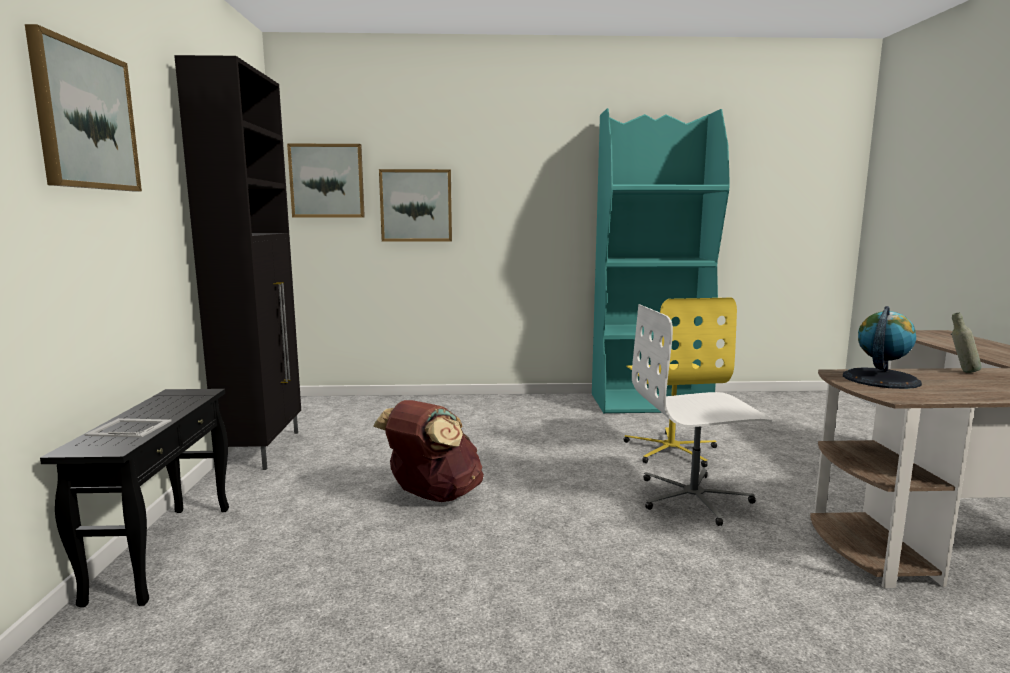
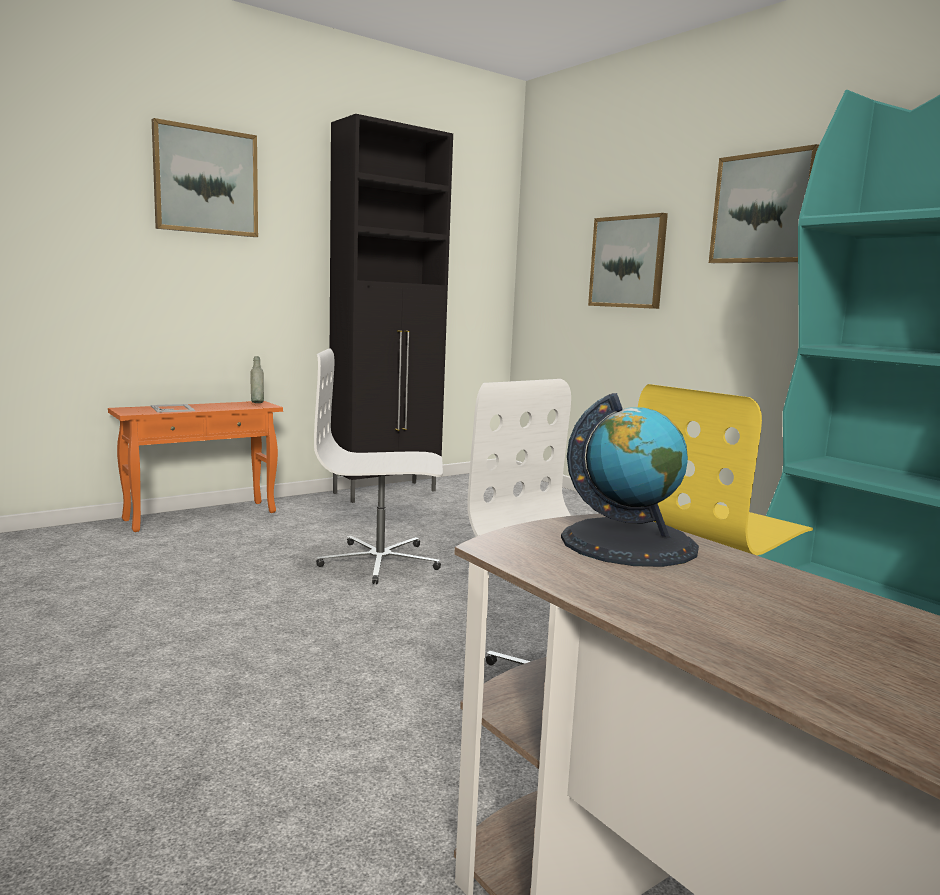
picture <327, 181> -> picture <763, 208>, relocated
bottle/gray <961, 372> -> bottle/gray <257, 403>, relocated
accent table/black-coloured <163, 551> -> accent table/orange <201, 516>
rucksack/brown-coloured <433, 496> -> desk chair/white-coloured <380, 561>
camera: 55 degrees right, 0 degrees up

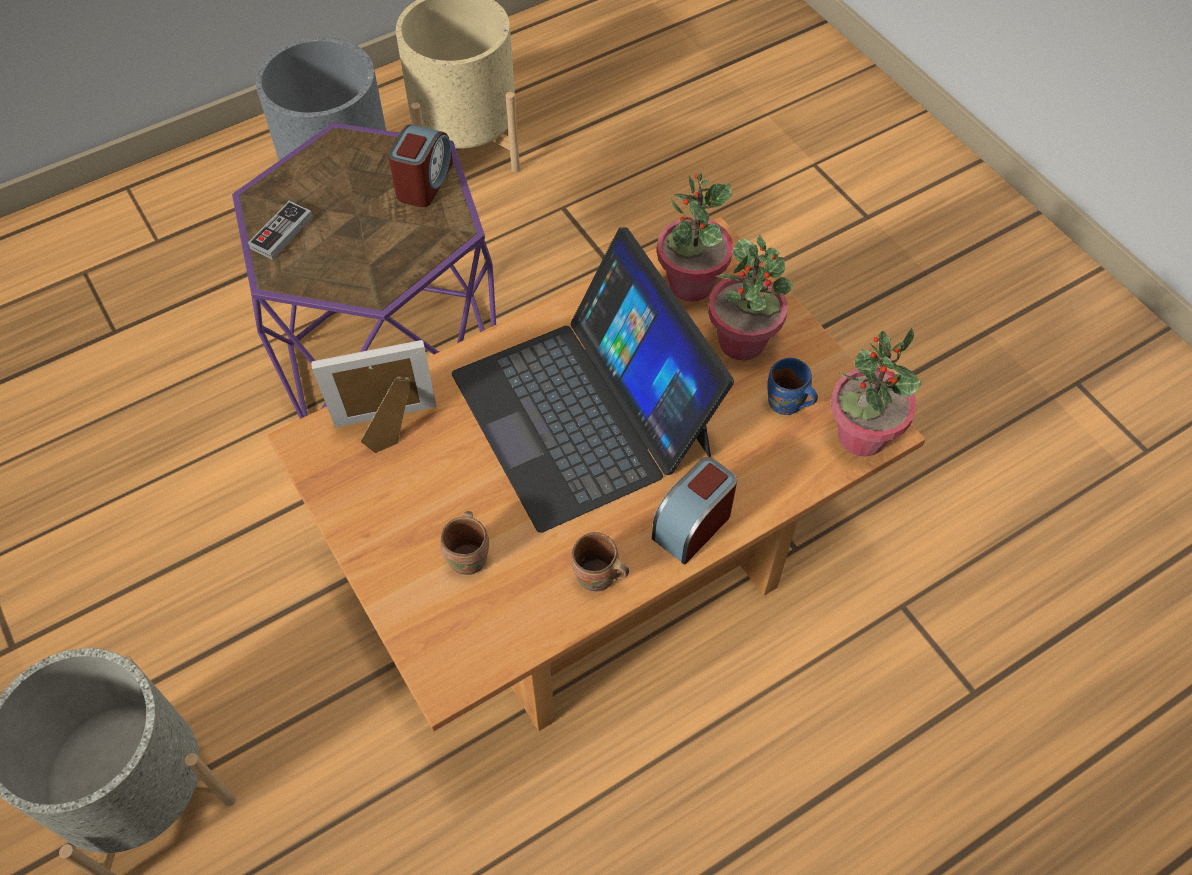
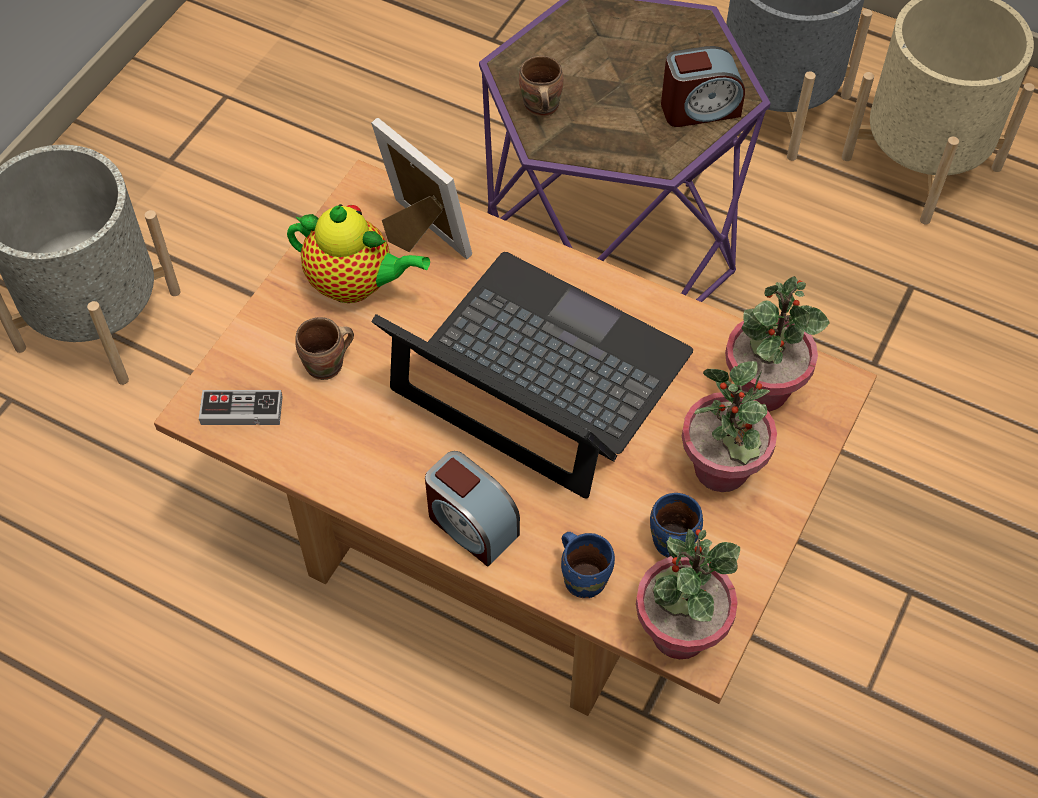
joypad <282, 233> -> joypad <241, 410>, relocated
portable computer <583, 412> -> portable computer <539, 374>, 90 degrees clockwise
bedside clock <692, 525> -> bedside clock <471, 525>, 150 degrees counterclockwise
coffee mug/brown-coloured <597, 579> -> coffee mug/brown-coloured <539, 107>, relocated
none -> teapot <356, 285>
none -> coffee mug/bluish <585, 577>
camera: 60 degrees right, 0 degrees up

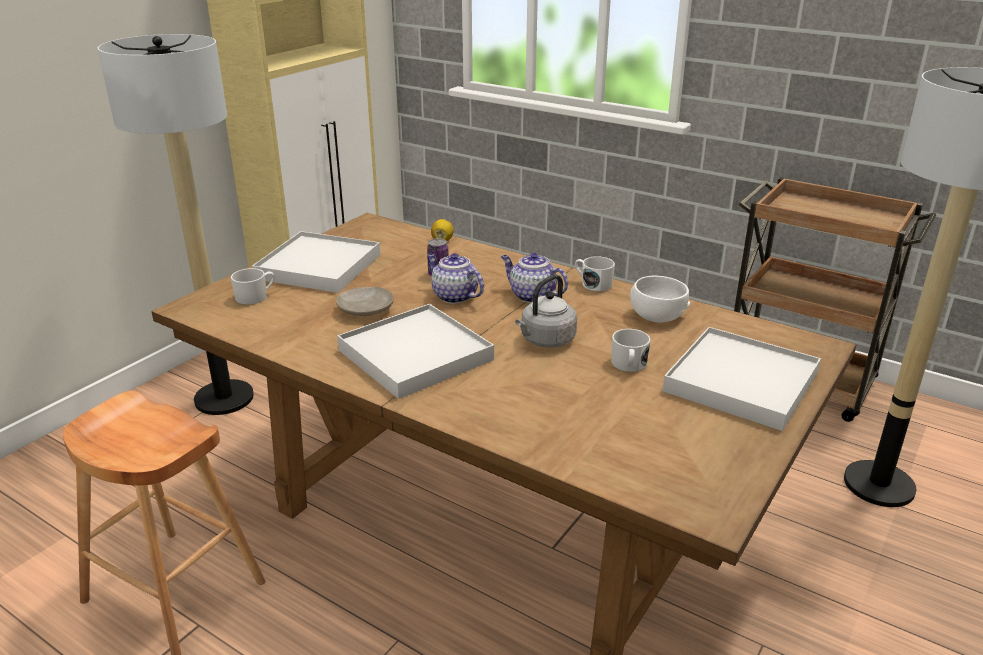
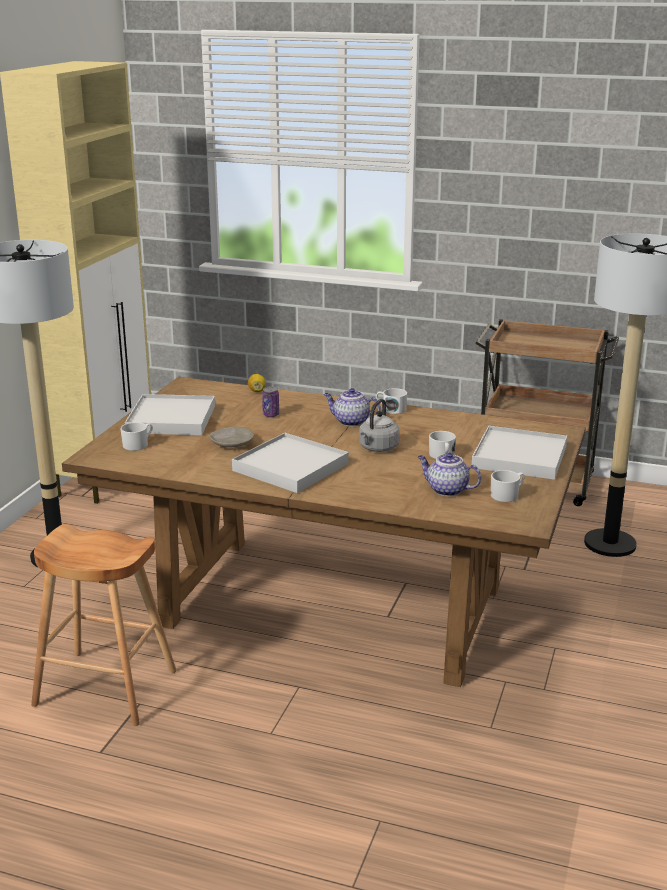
teapot <454, 296> -> teapot <446, 490>, relocated
serving bowl/white-coloured <657, 315> -> none
none -> coffee mug/white-coloured <507, 495>
camera: 15 degrees left, 5 degrees down

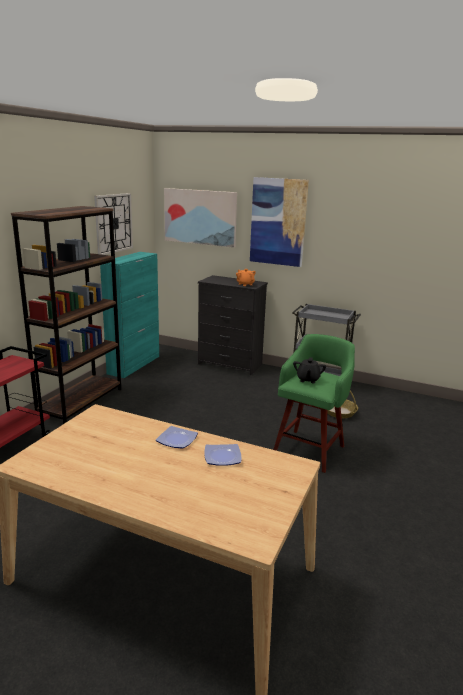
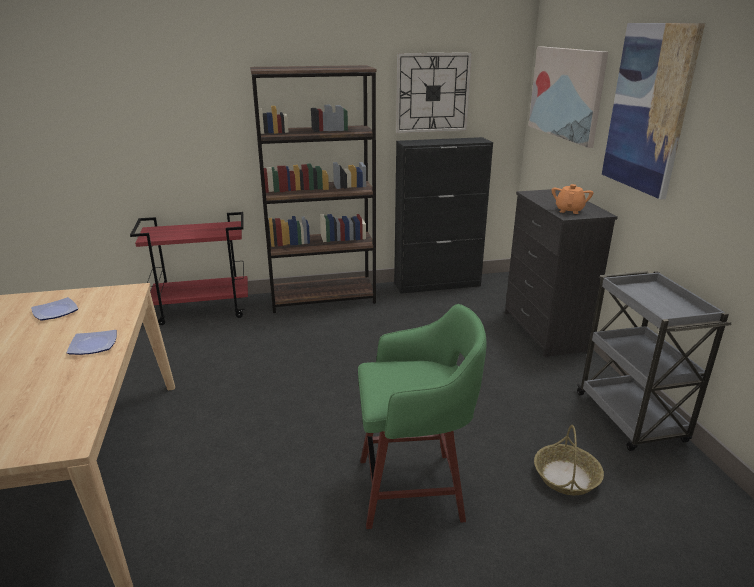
storage cabinet/turquoise-coloured <134, 364> -> storage cabinet/black-coloured <437, 284>
teapot/black-coloured <308, 379> -> none
flat dish <223, 456> -> flat dish <56, 312>, relocated
camera: 55 degrees right, 5 degrees up

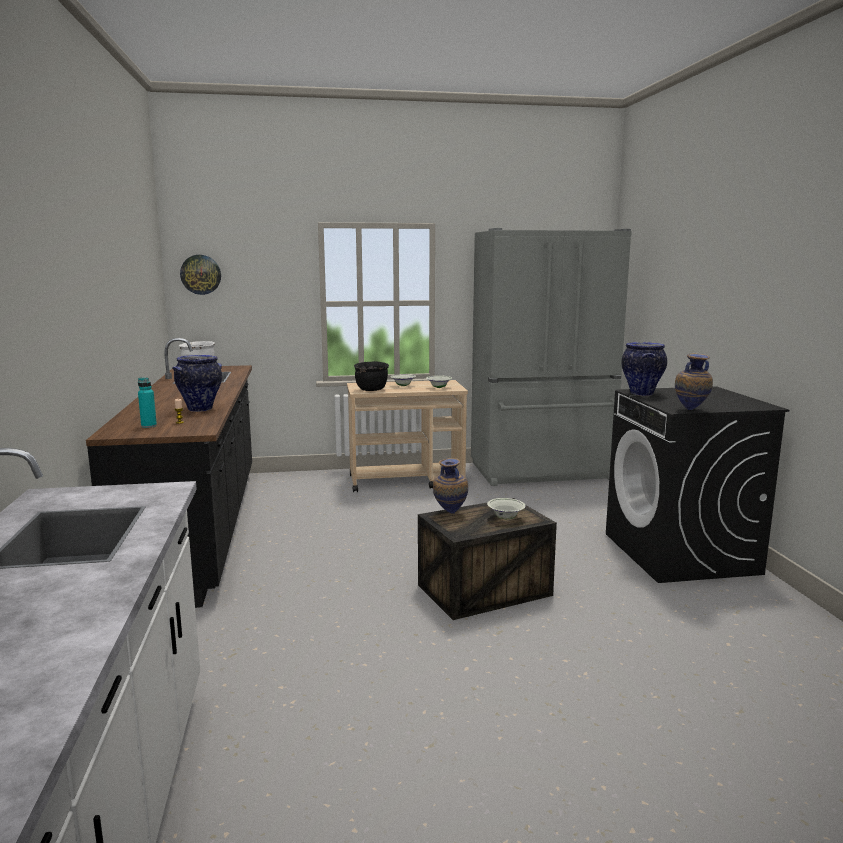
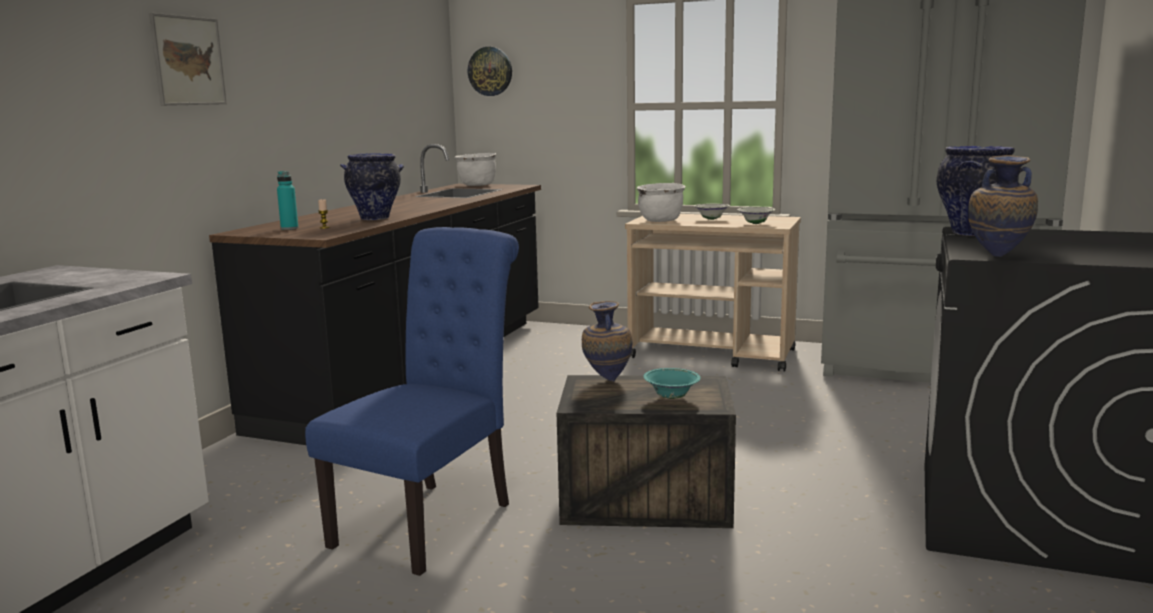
cooking pot/black-coloured <372, 390> -> cooking pot/white-coloured <661, 221>
serving bowl/white-coloured <505, 518> -> serving bowl/turquoise-coloured <671, 397>
none -> picture <188, 61>
none -> plain chair/bluish <431, 520>
camera: 30 degrees right, 0 degrees up

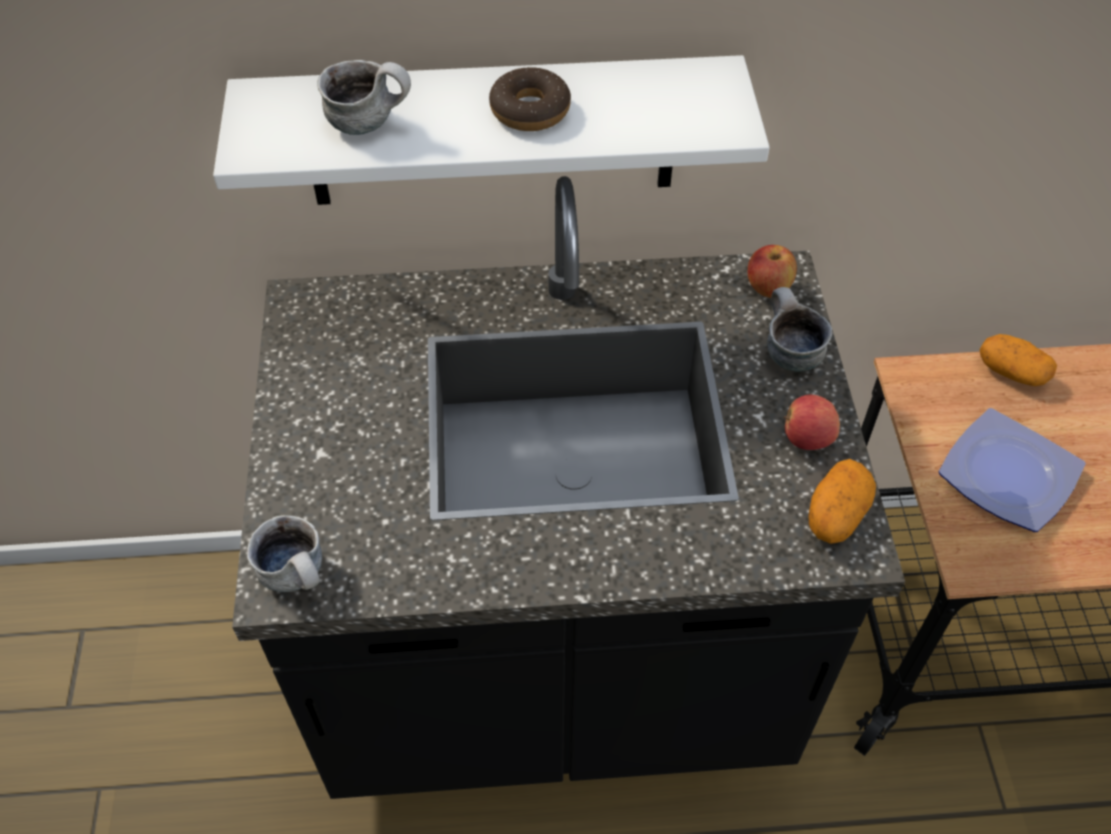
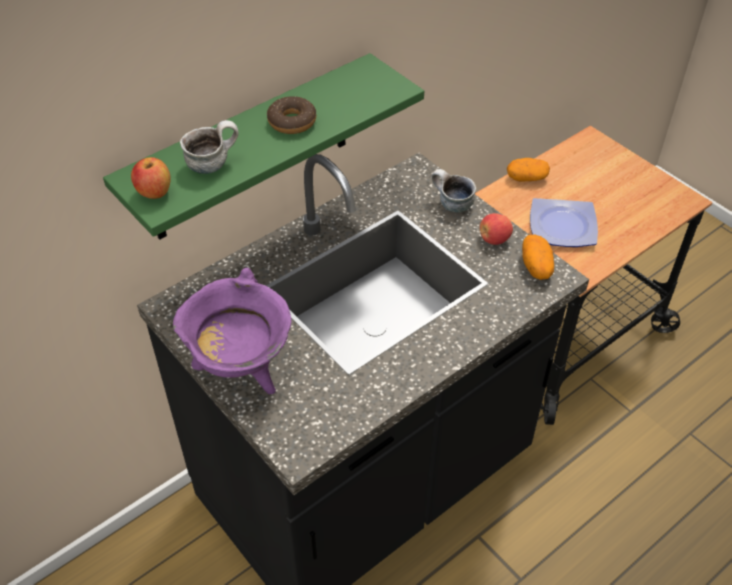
bracket shelf/white-coloured <491, 132> -> bracket shelf/green-coloured <251, 150>
apple fruit <768, 288> -> apple fruit <154, 193>, relocated
coffee mug <300, 577> -> none
none -> cooking pot/purple <242, 369>
camera: 35 degrees left, 5 degrees down

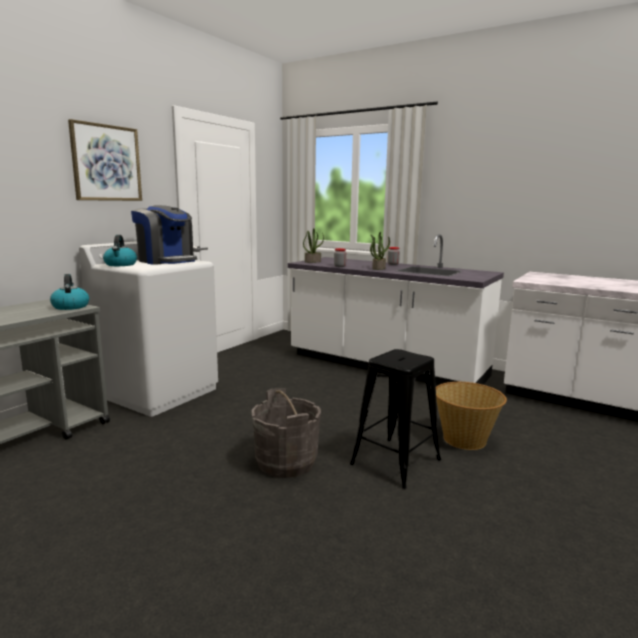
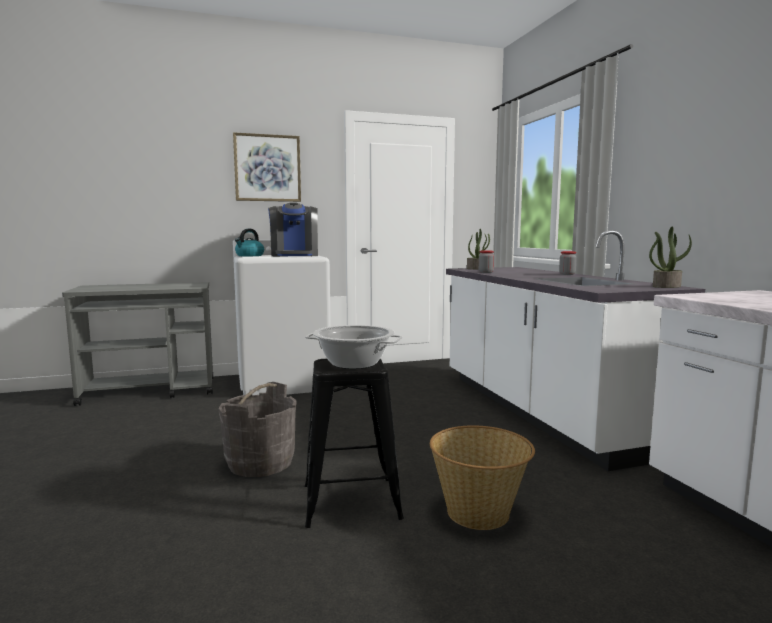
plant in a pot <378, 268> -> plant in a pot <666, 286>, relocated
tea kettle <70, 306> -> none
none -> cooking pot <354, 363>
camera: 40 degrees right, 5 degrees down

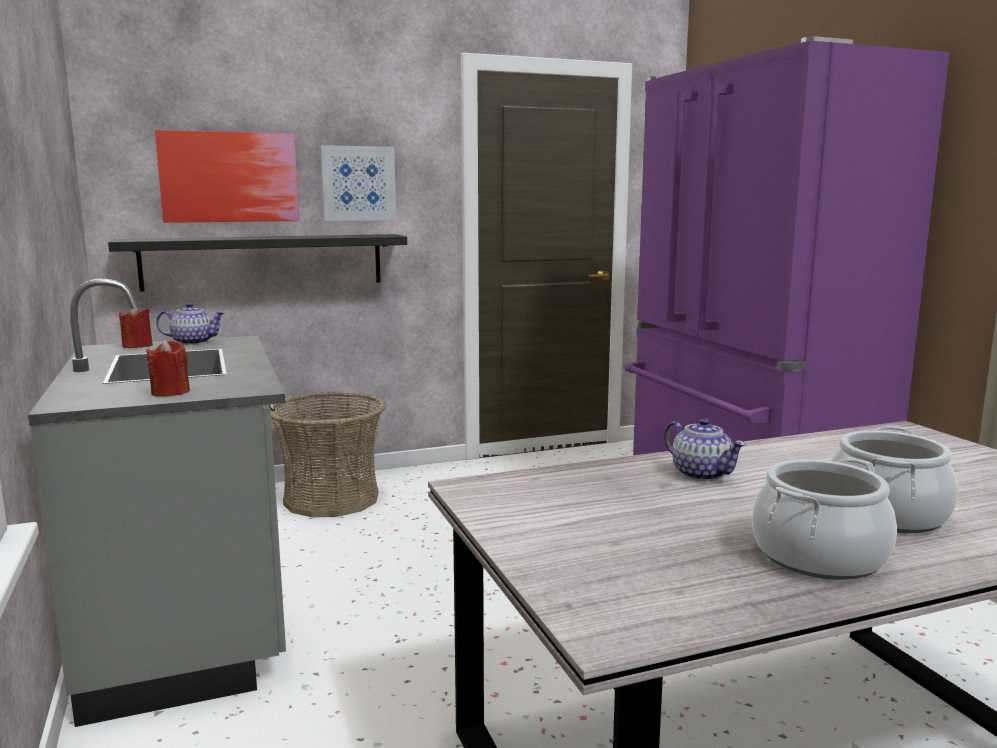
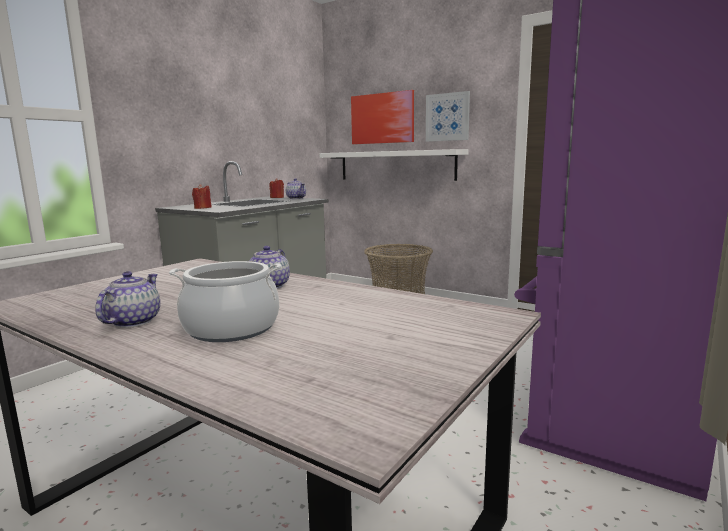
bracket shelf/black-coloured <264, 261> -> bracket shelf/white-coloured <396, 165>
cooking pot <819, 556> -> teapot <132, 322>
camera: 55 degrees right, 0 degrees up

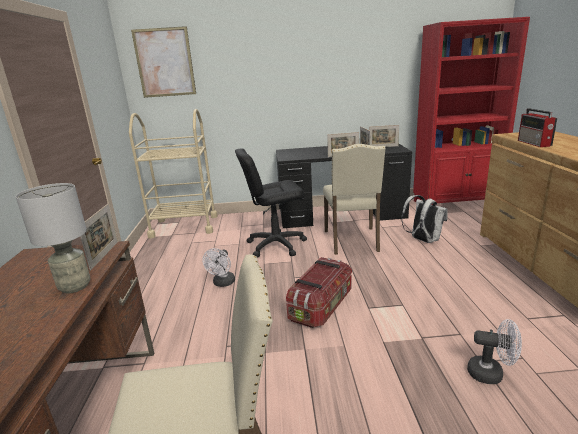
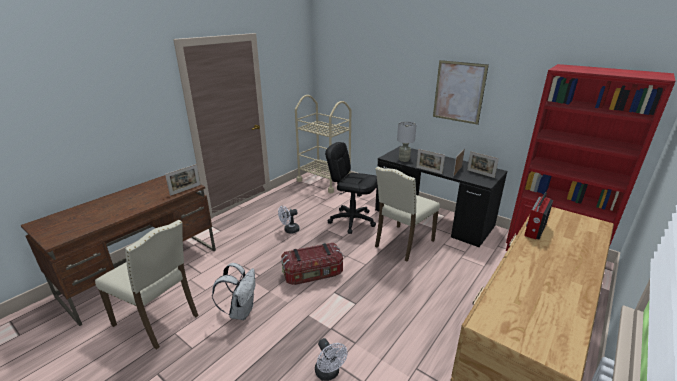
picture <164, 62> -> picture <459, 92>, relocated
lamp for a table/gray <75, 286> -> lamp for a table/gray <404, 160>, relocated
rucksack/white-coloured <423, 240> -> rucksack/white-coloured <241, 311>, relocated
camera: 40 degrees right, 5 degrees up

